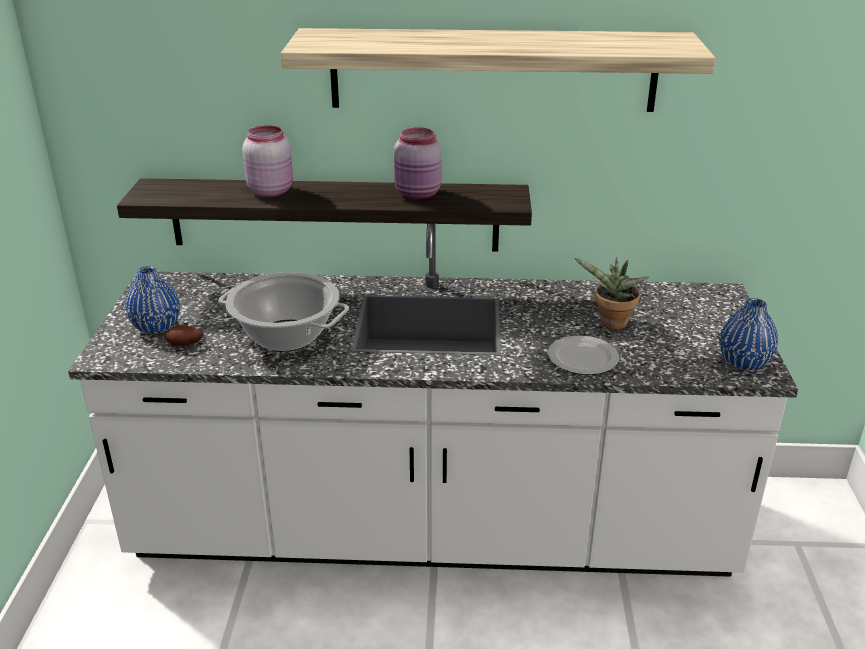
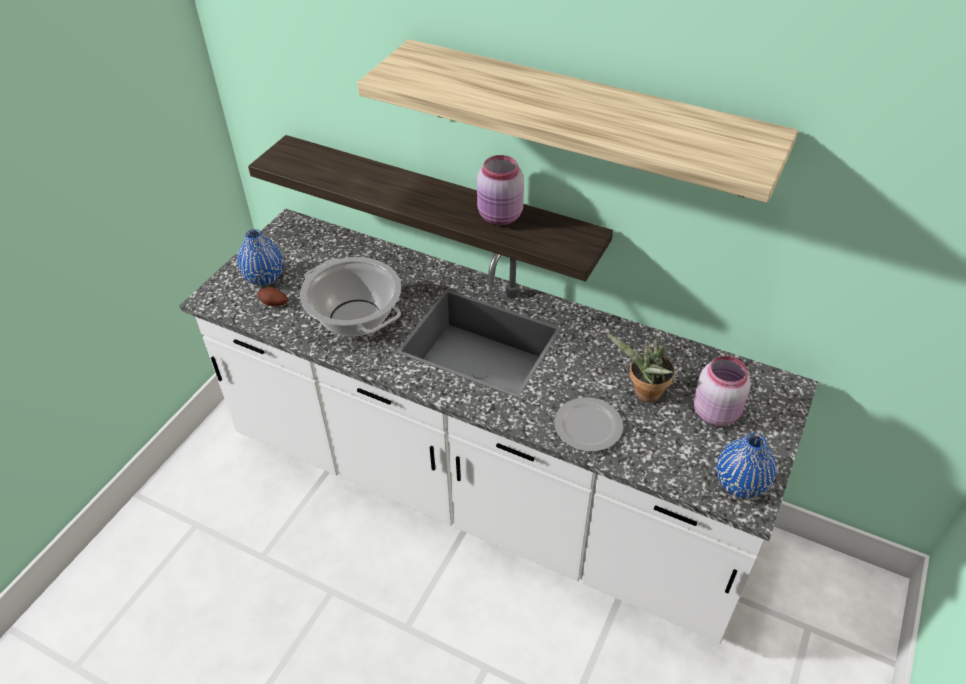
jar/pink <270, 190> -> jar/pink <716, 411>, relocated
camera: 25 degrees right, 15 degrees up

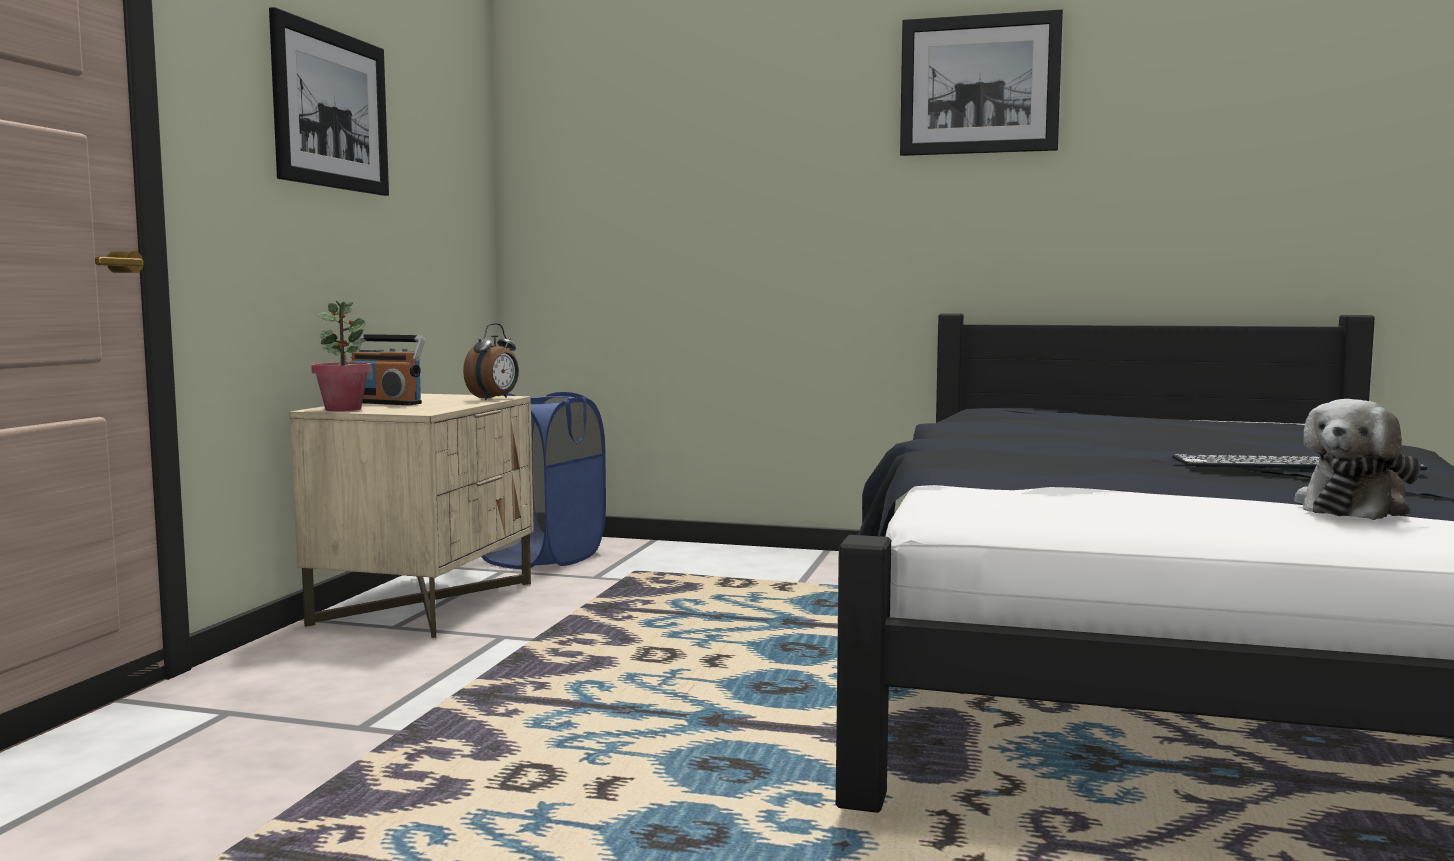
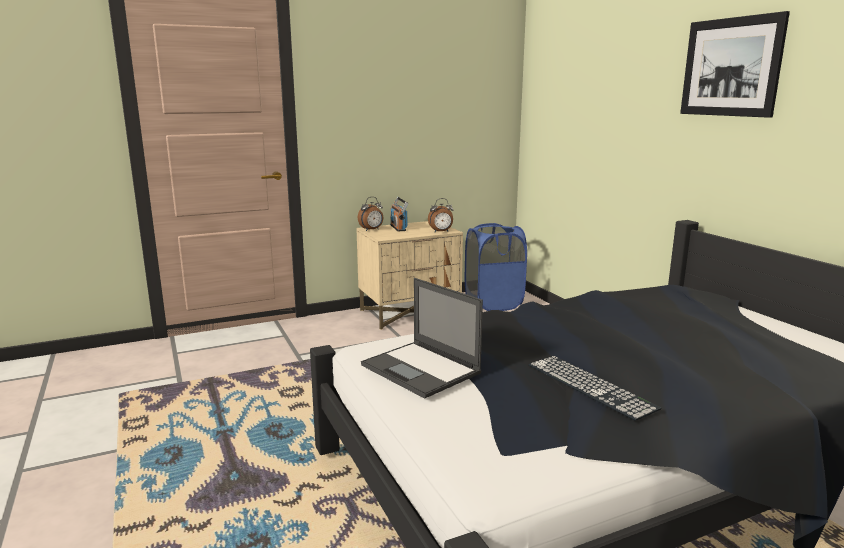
picture <331, 109> -> none
plant in a pot <343, 409> -> bedside clock <371, 230>
cuddly toy <1354, 508> -> none
none -> portable computer <421, 369>
camera: 50 degrees right, 10 degrees up

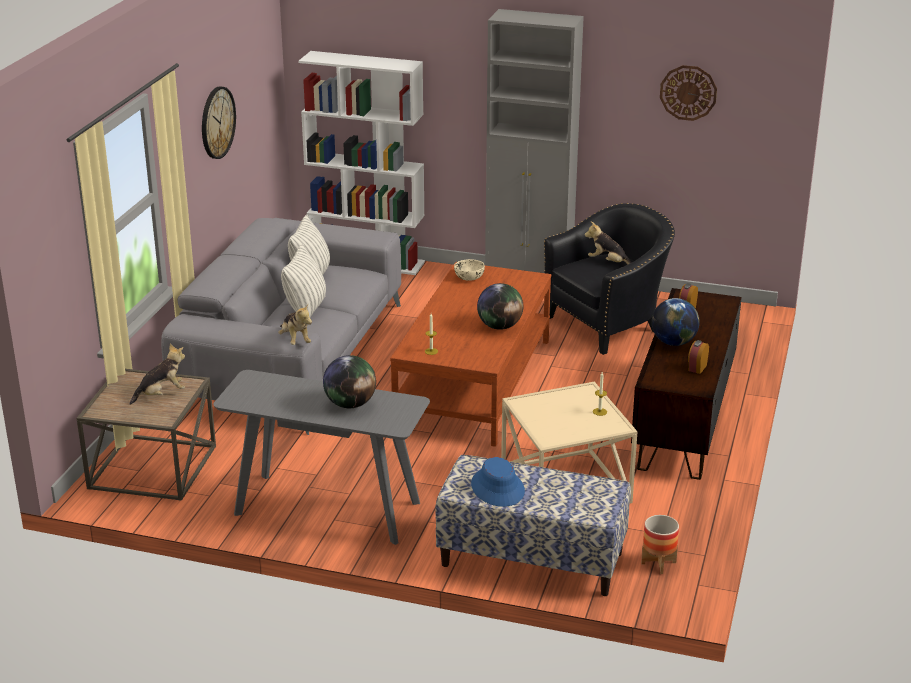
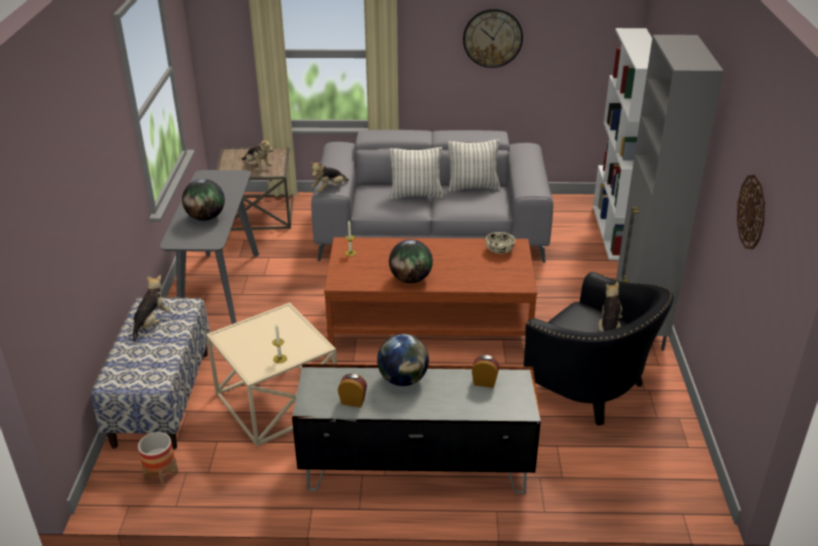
tv unit/brown-coloured <683, 421> -> tv unit/gray <415, 466>
clothing hat/bluish <498, 488> -> cuddly toy <151, 323>
camera: 75 degrees right, 5 degrees up

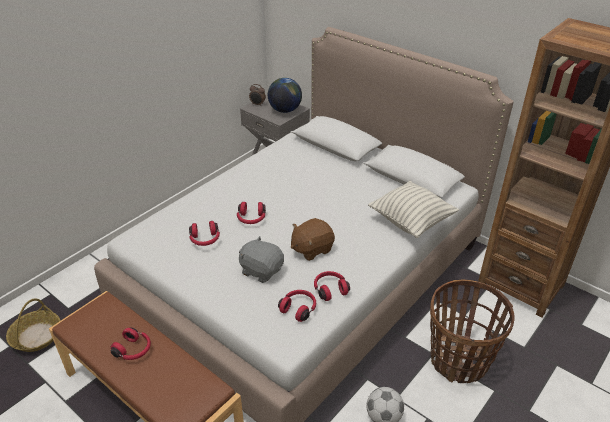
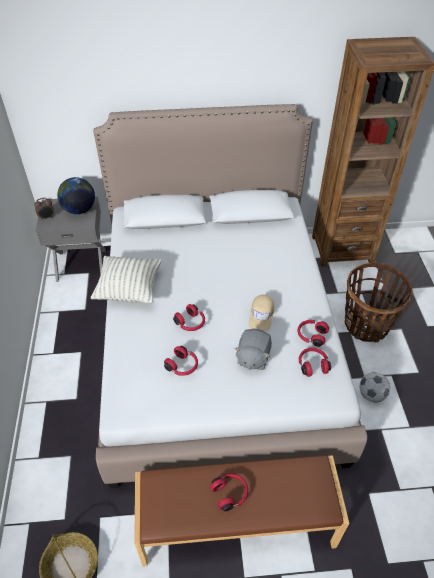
pillow <411, 222> -> pillow <129, 290>, relocated
cuddly toy/brown-coloured <311, 249> -> baseball cap/sand-coloured <261, 315>
cuddly toy/gray <261, 270> -> cuddly toy/gray <252, 357>, 60 degrees counterclockwise
camera: 45 degrees left, 10 degrees up

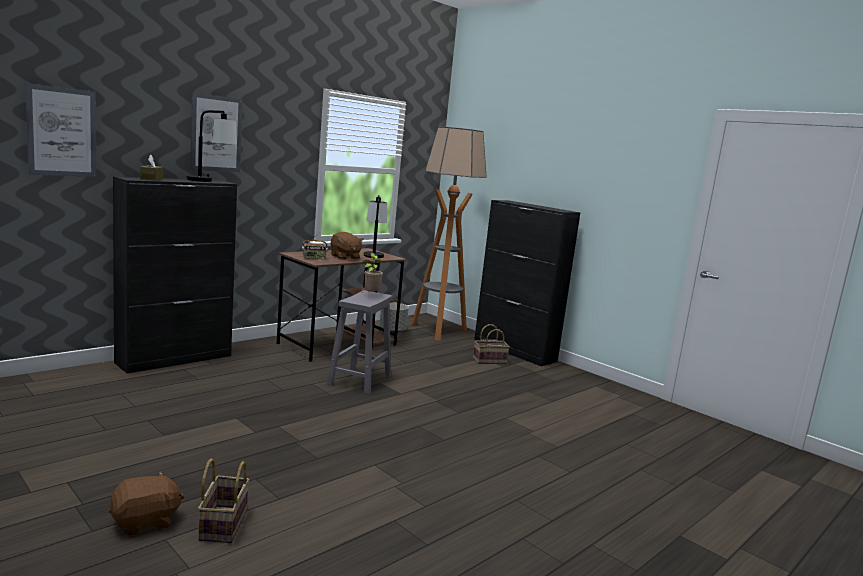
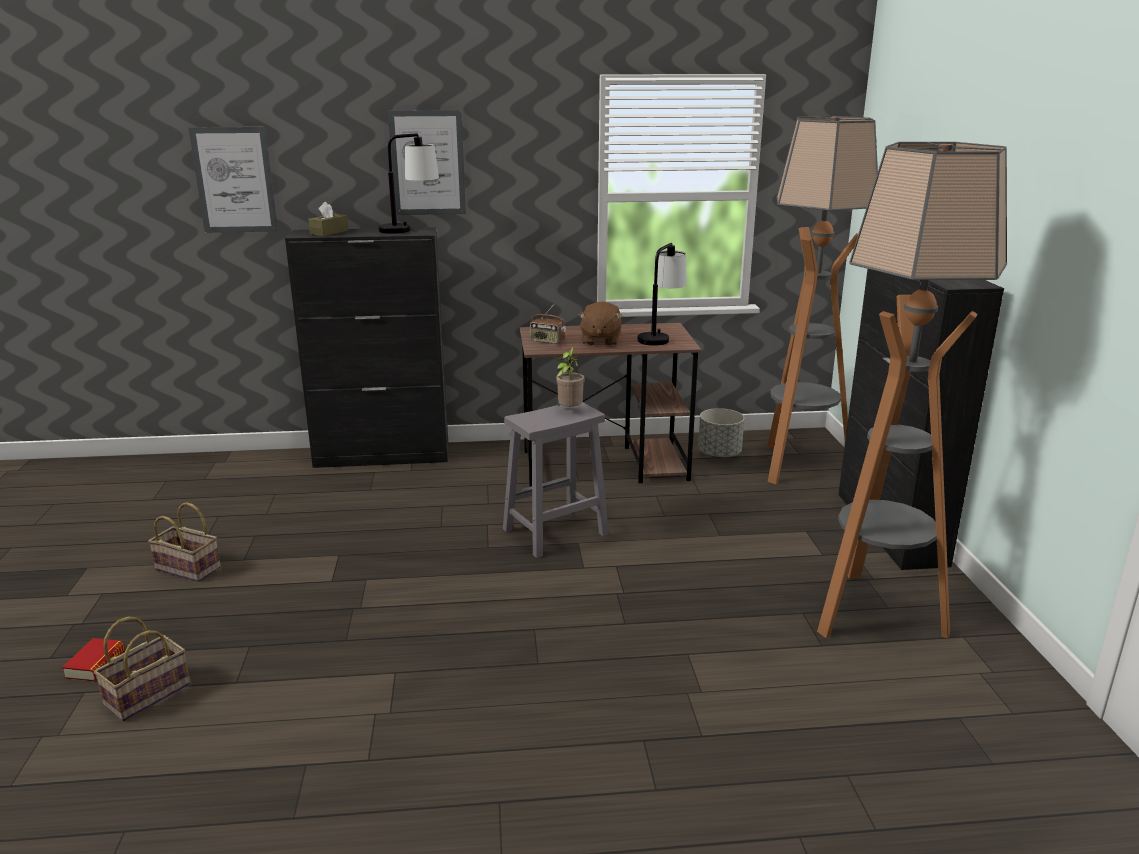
storage basket <490, 361> -> storage basket <190, 568>, relocated
cuddly toy/brown-coloured <145, 522> -> volume <95, 664>
none -> standard lamp <873, 614>
camera: 40 degrees right, 10 degrees up

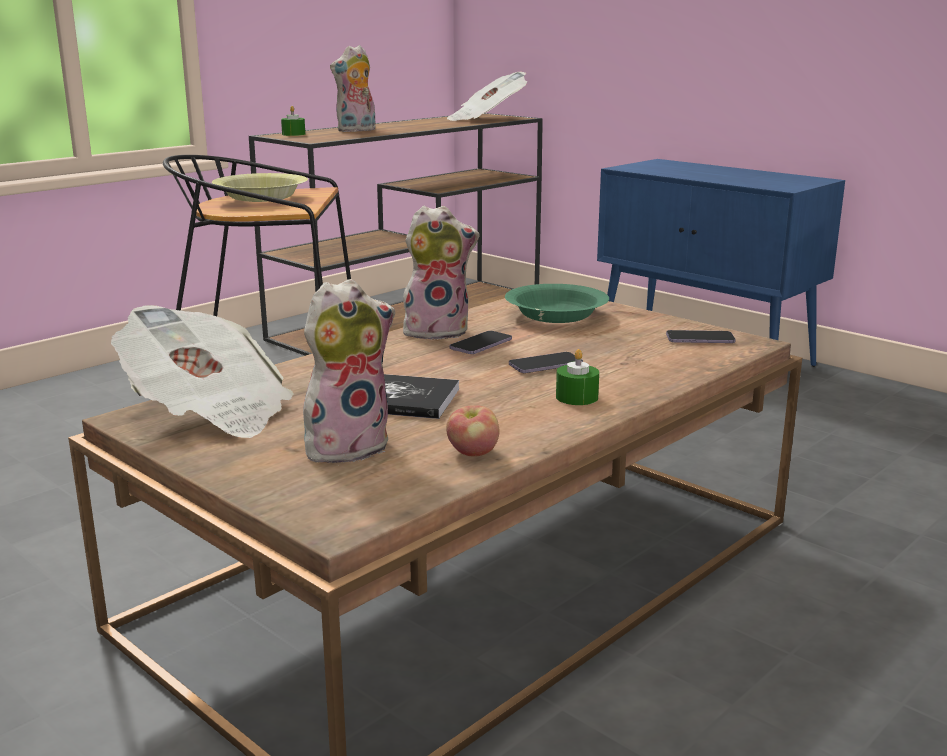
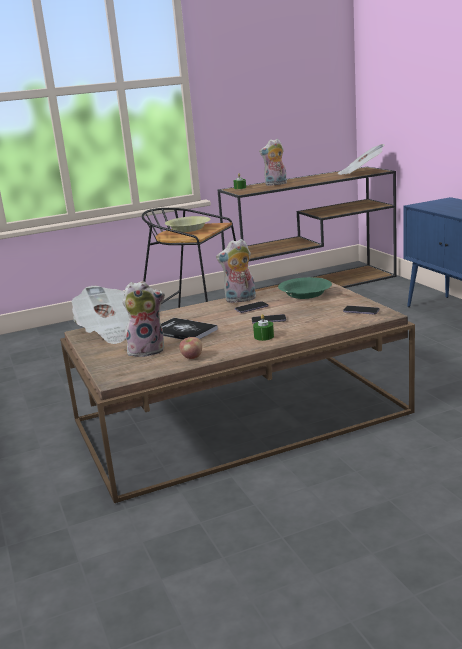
cuddly toy <437, 331> -> cuddly toy <240, 300>, 150 degrees clockwise
camera: 25 degrees right, 0 degrees up

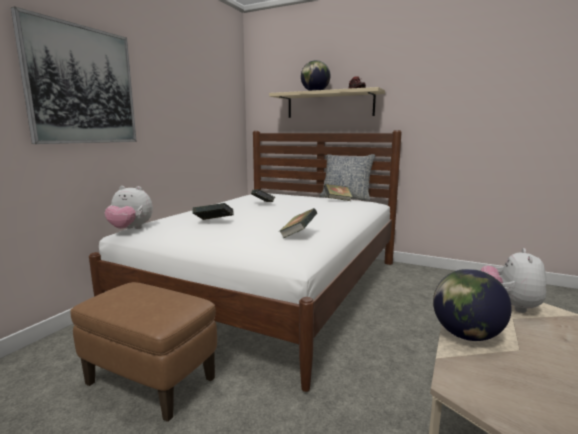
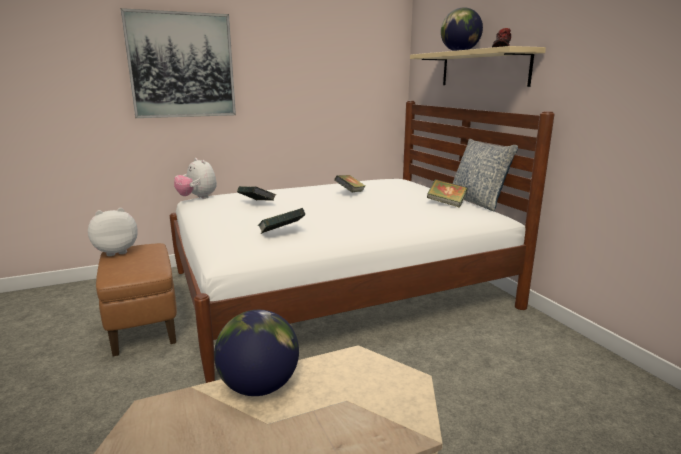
cuddly toy <509, 306> -> cuddly toy <116, 252>, relocated
camera: 40 degrees right, 5 degrees up

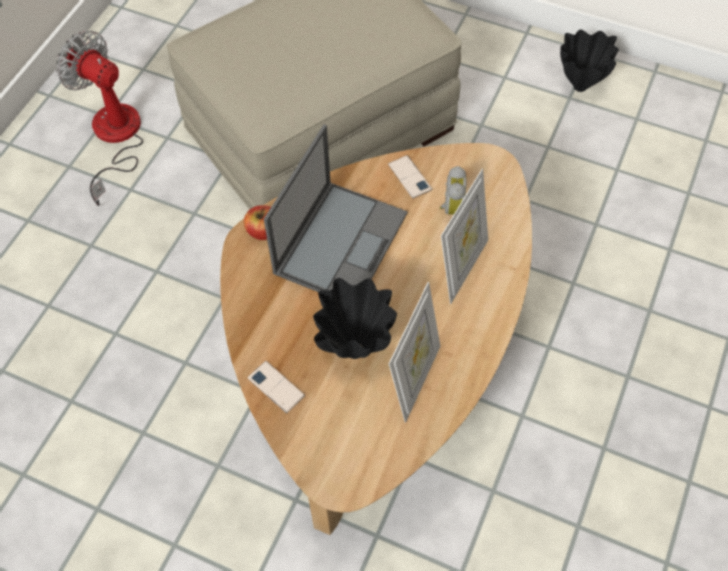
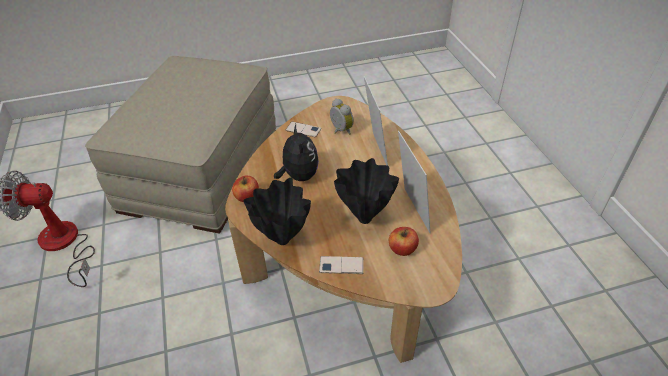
vase/black-coloured <579, 87> -> vase/black-coloured <282, 241>, relocated
portable computer <341, 241> -> cuddly toy <298, 176>
none -> apple fruit <402, 249>
camera: 40 degrees left, 15 degrees down

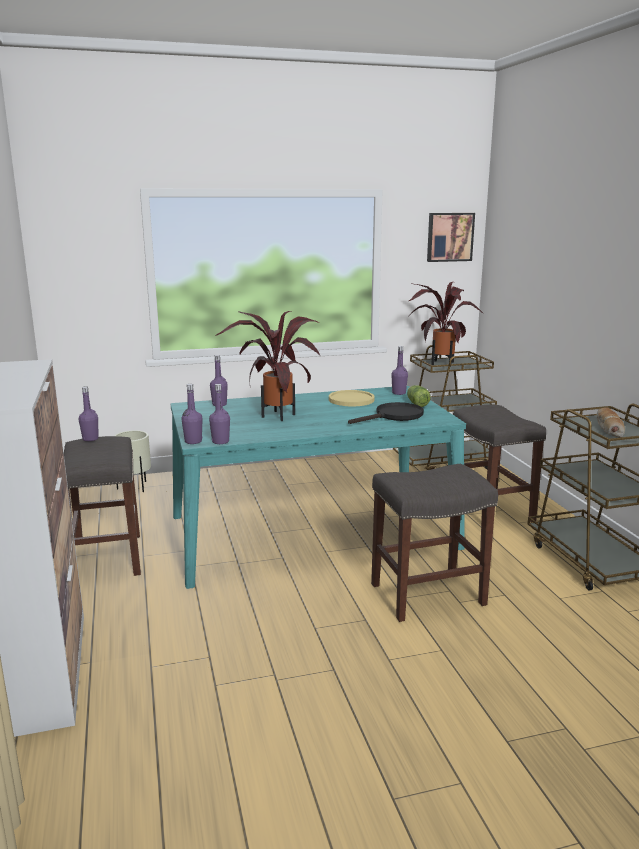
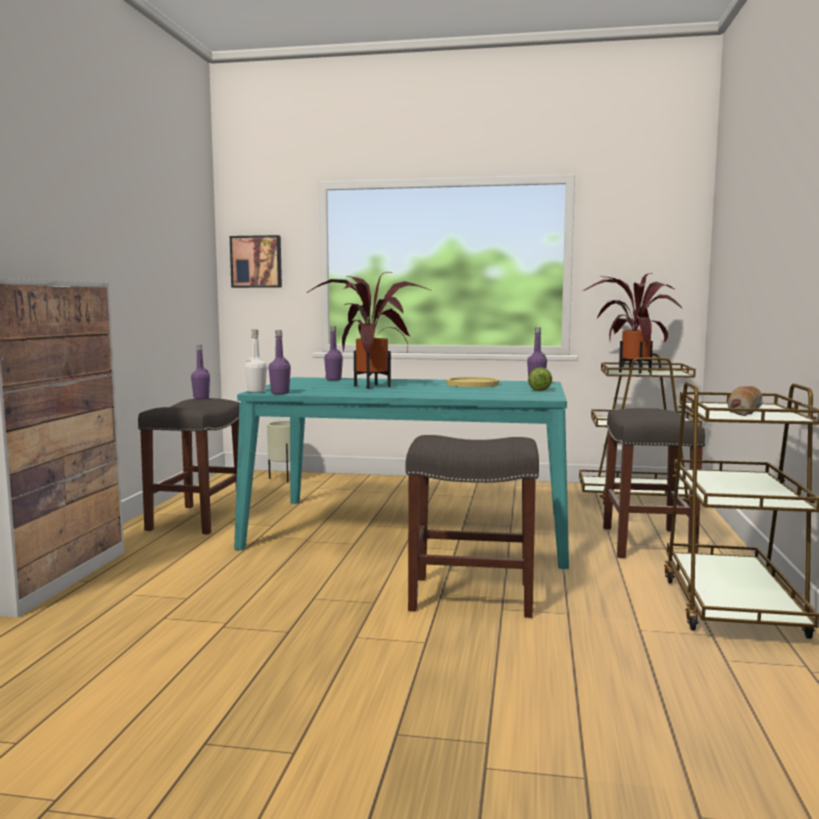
picture <449, 237> -> picture <256, 262>, relocated
bottle/purple <193, 441> -> bottle/white-coloured <256, 391>
pan/black-coloured <394, 416> -> none
camera: 25 degrees right, 10 degrees down

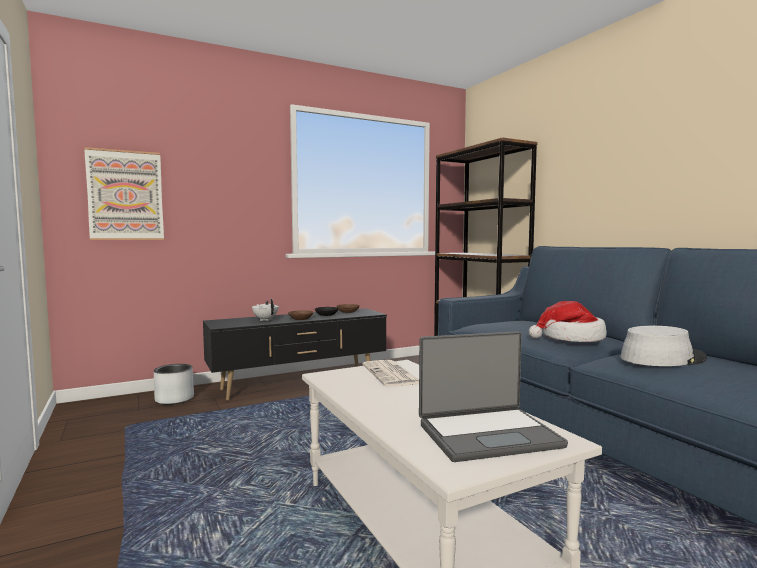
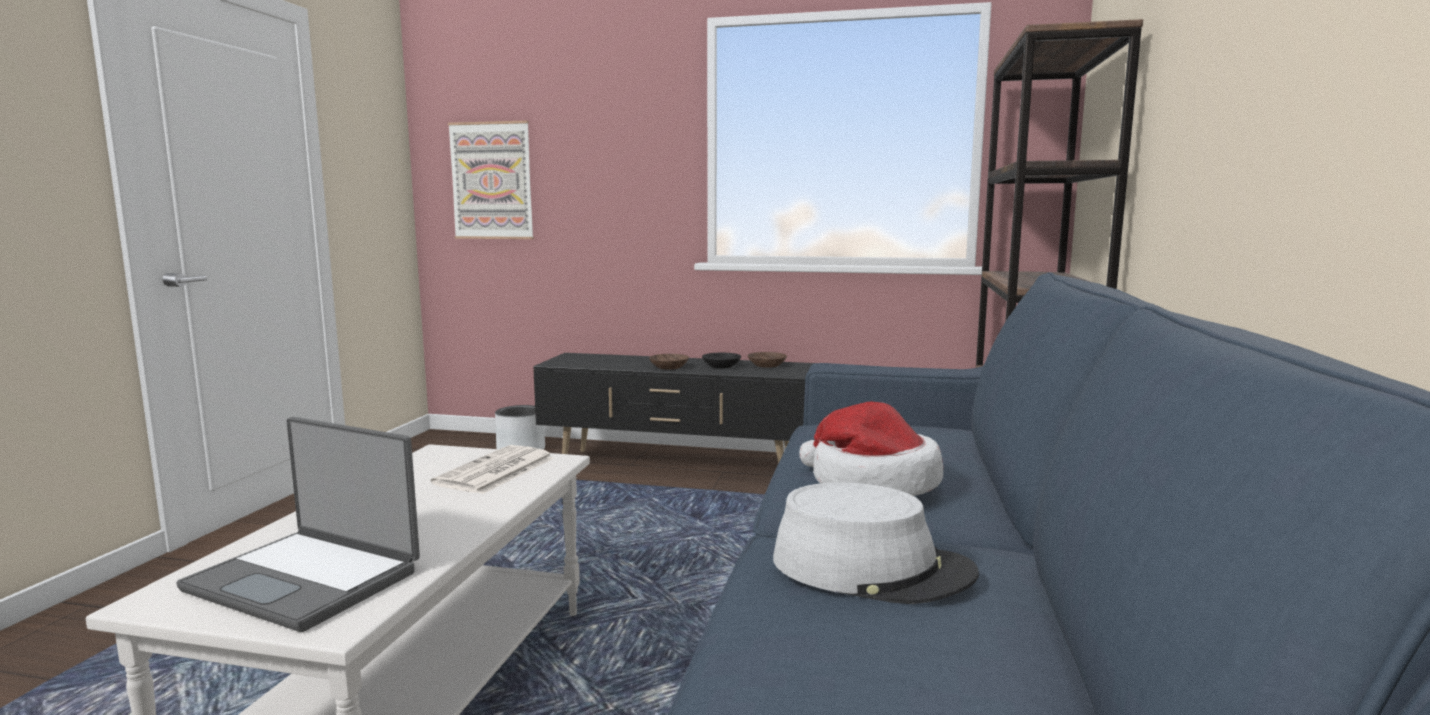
teapot/white-coloured <265, 319> -> none
camera: 40 degrees right, 5 degrees up

